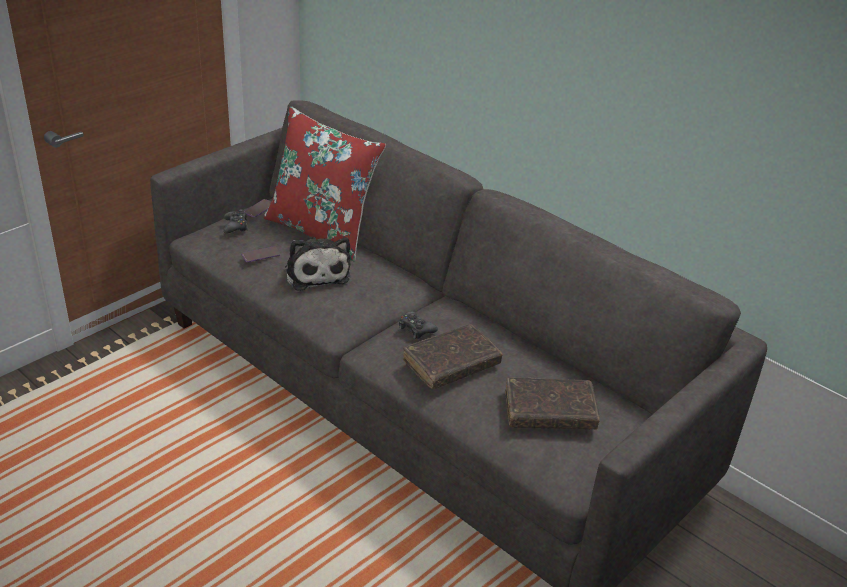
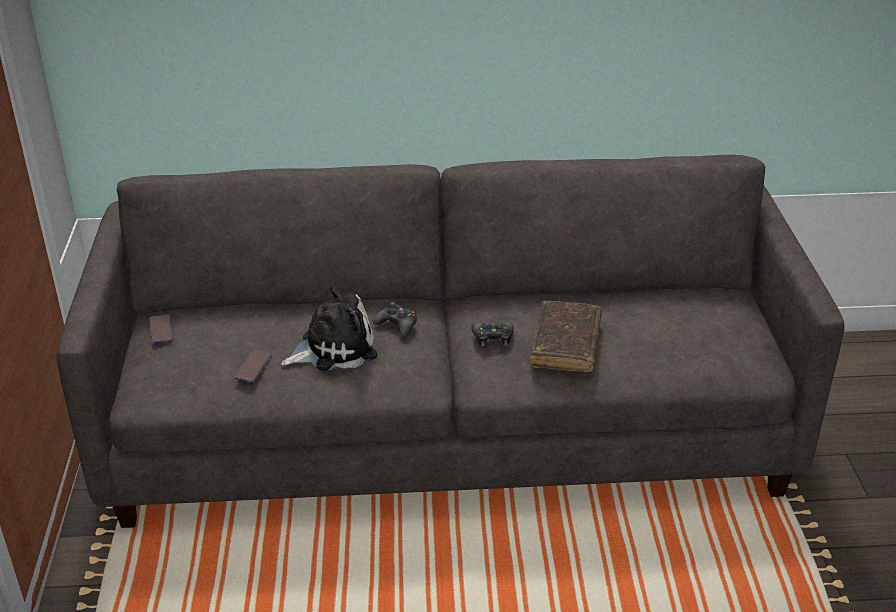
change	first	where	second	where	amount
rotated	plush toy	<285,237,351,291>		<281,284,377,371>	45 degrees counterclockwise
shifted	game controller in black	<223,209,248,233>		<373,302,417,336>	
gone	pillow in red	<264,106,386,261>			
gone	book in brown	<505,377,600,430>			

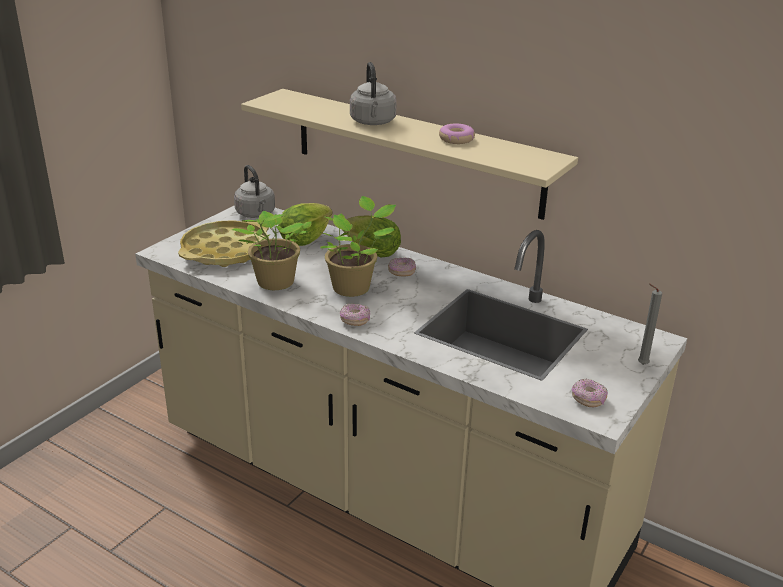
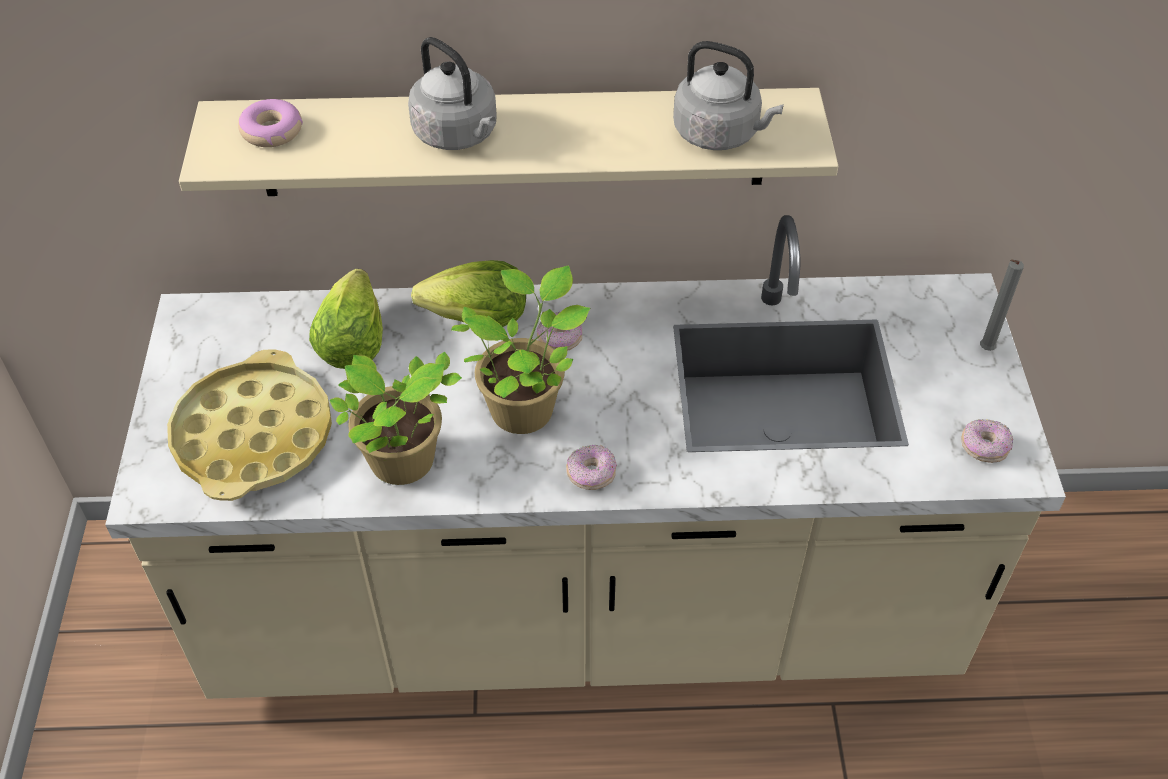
change	first	where	second	where	amount
shifted	donut	<439,124,475,144>		<238,99,303,147>	
shifted	kettle in grey	<234,165,275,218>		<673,41,784,150>	

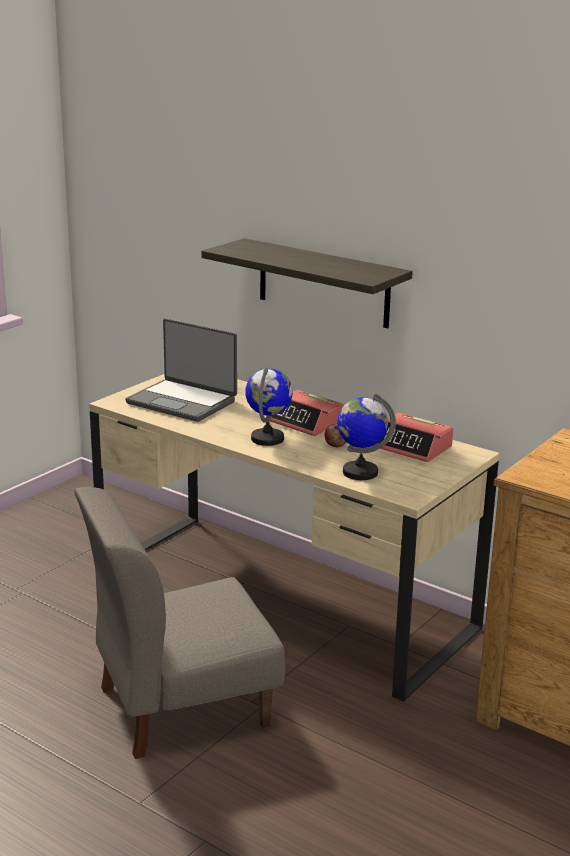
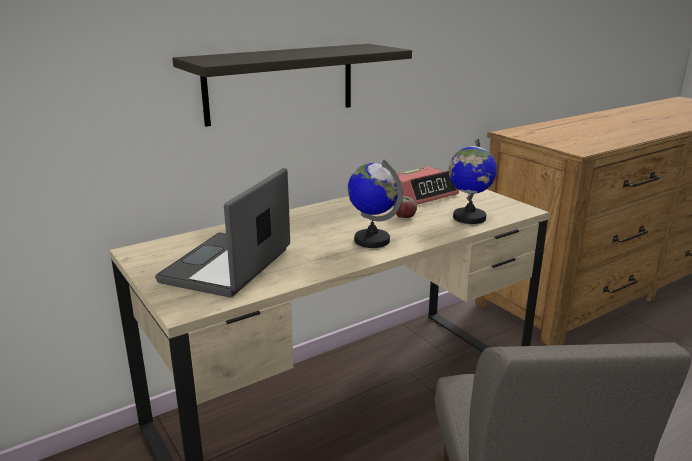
change	first	where	second	where	amount
rotated	laptop	<125,318,237,422>		<155,168,290,297>	150 degrees clockwise
gone	alarm clock	<266,390,344,436>			

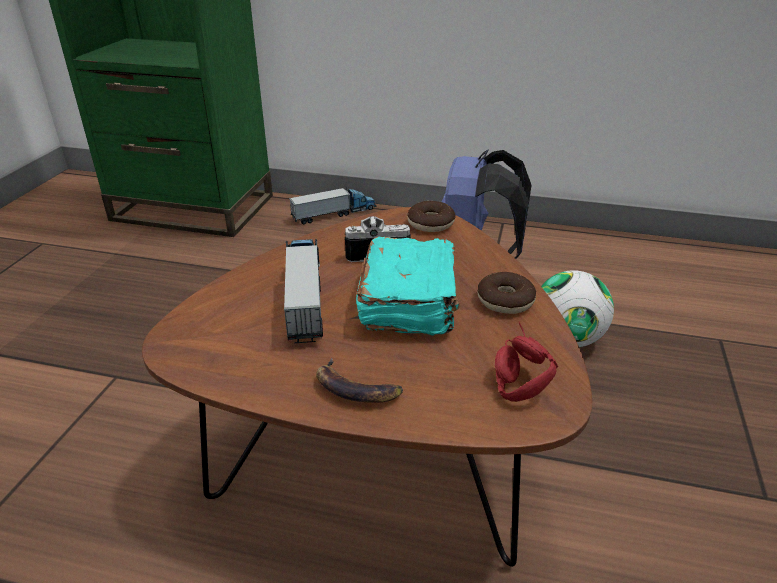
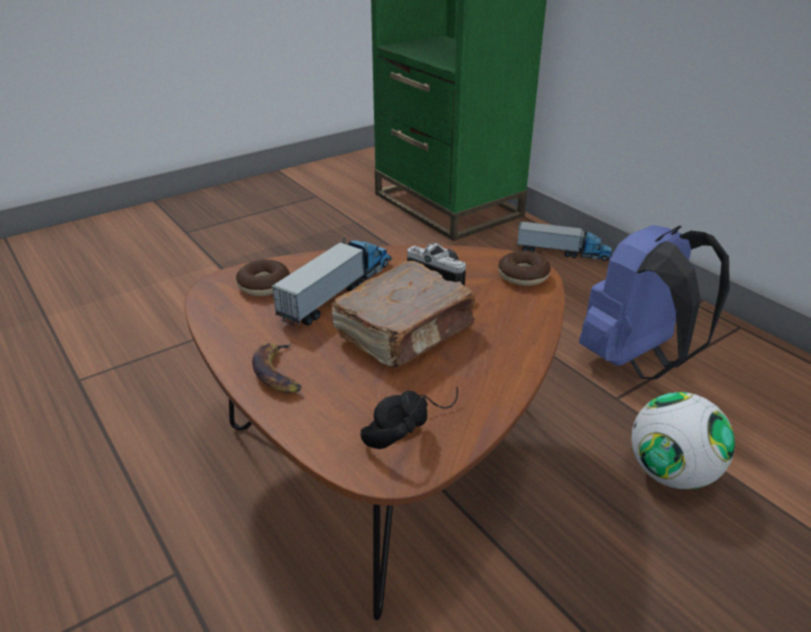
change	first	where	second	where	amount
shifted	donut	<477,272,536,314>		<236,259,290,296>	
repainted	book in turquoise	<356,237,460,336>	book in brown	<331,261,475,368>	
repainted	headphones in red	<495,322,558,402>	headphones in black	<360,387,458,449>	

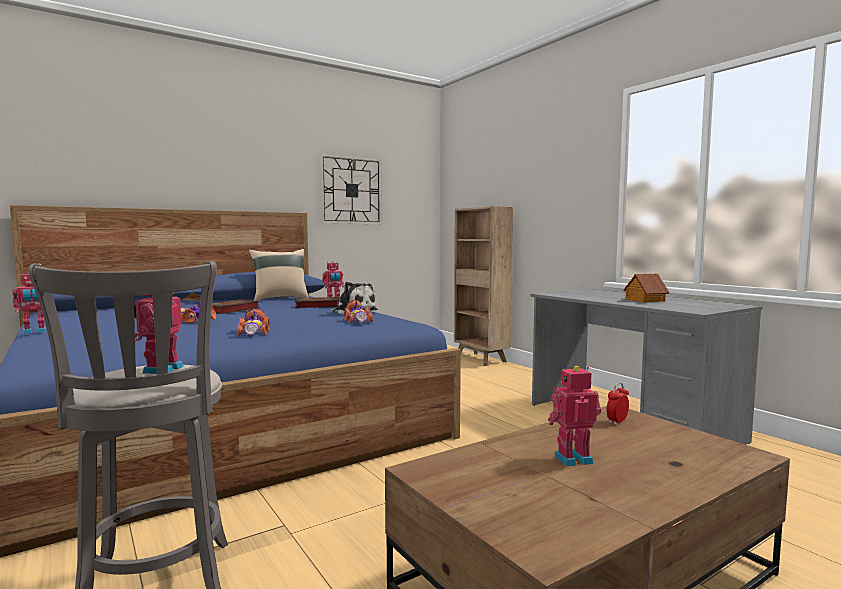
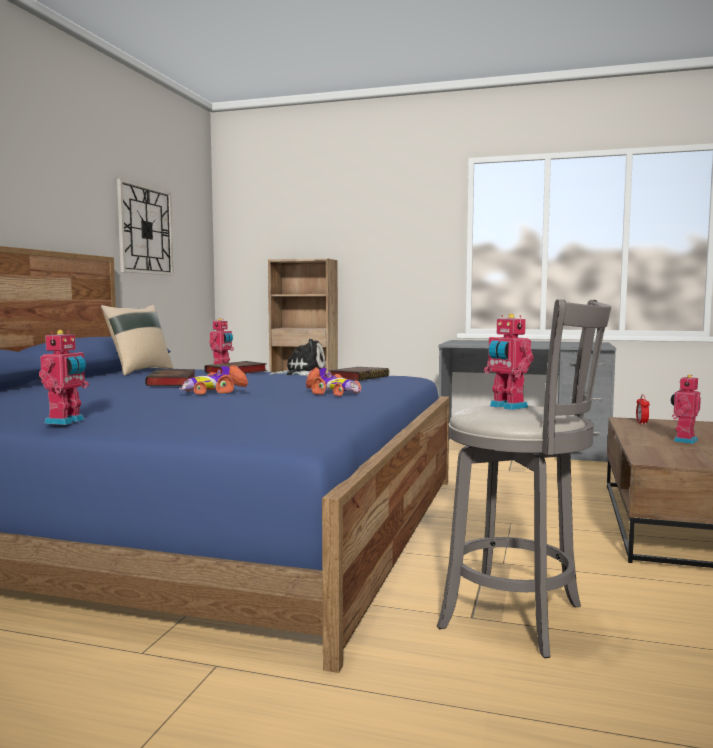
change	first	where	second	where	amount
swapped	toy car	<344,300,373,324>	book	<328,367,389,381>	
gone	toy house	<623,274,670,303>			

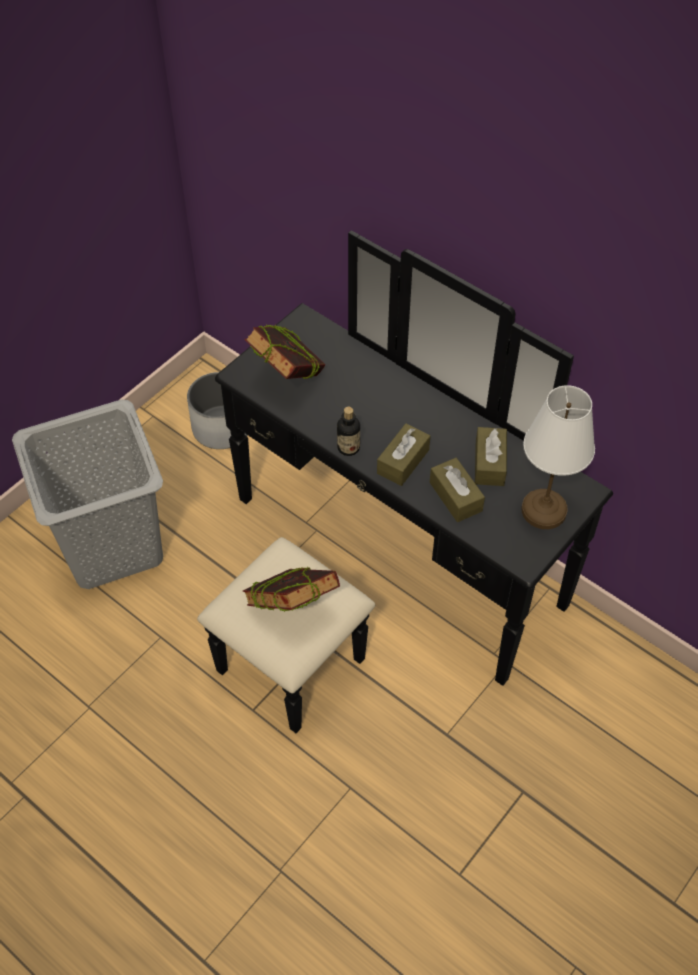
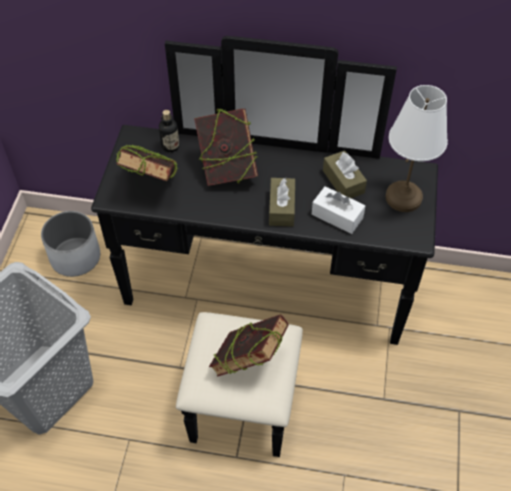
change	first	where	second	where	amount
shifted	bottle	<337,407,360,456>		<159,110,179,152>	
new			book	<194,108,258,186>	
repainted	tissue box in brown	<430,458,485,522>	tissue box in white	<312,186,365,234>	

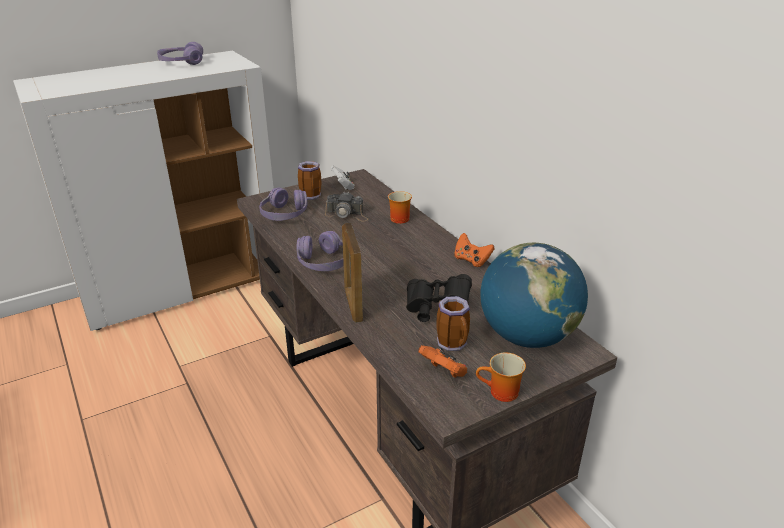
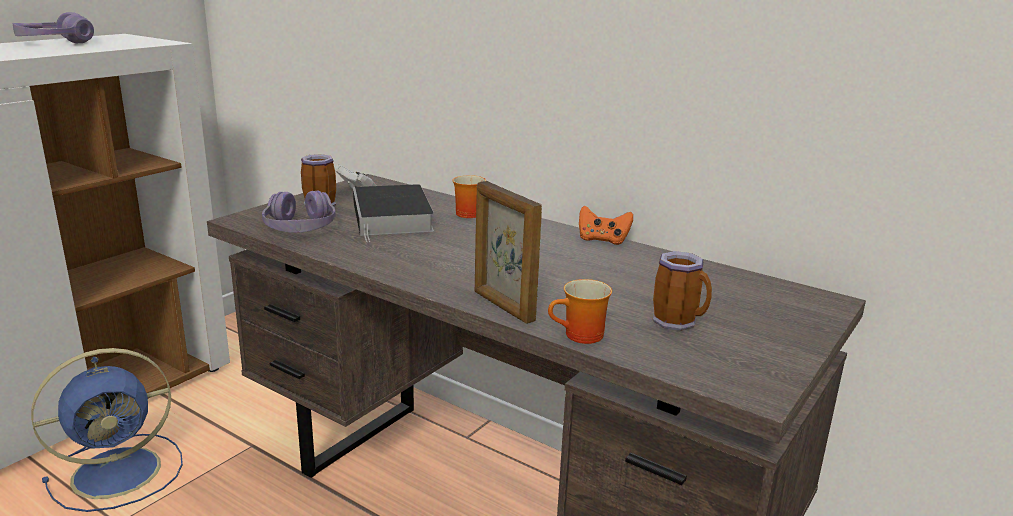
change	first	where	second	where	amount
new			fan in blue	<31,348,183,512>	
swapped	photo camera	<325,191,368,221>	book	<353,184,434,242>	
shifted	mug	<476,353,526,402>		<548,279,612,344>	
gone	headphones in purple	<296,231,344,271>			
gone	binoculars in black	<406,274,472,322>			
gone	game controller in orange	<418,345,467,378>			
gone	globe	<480,243,588,348>			

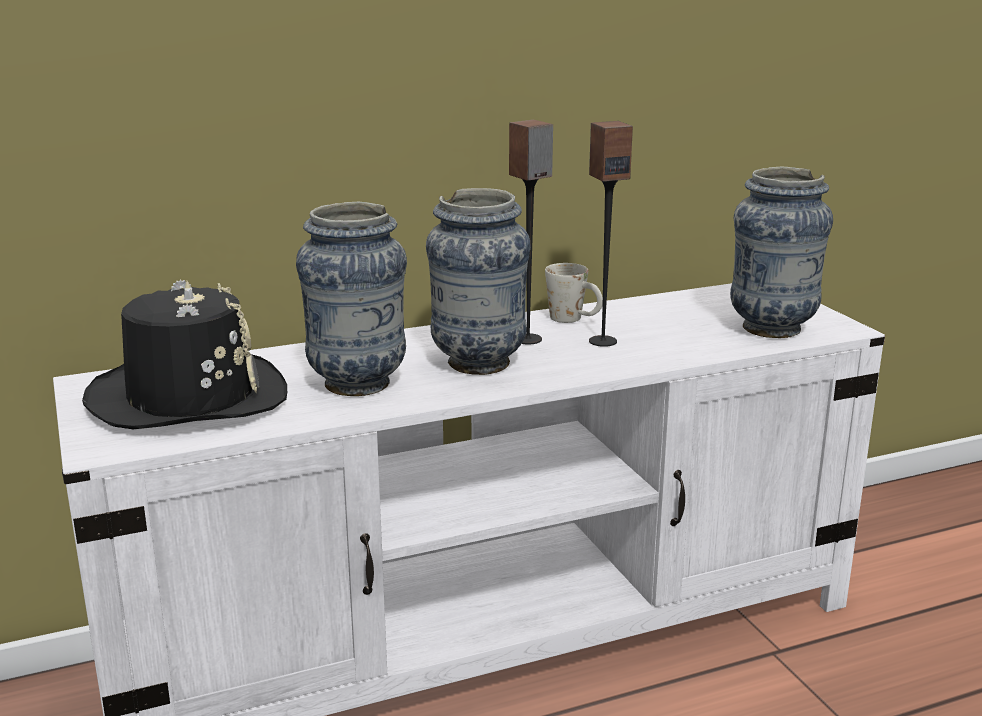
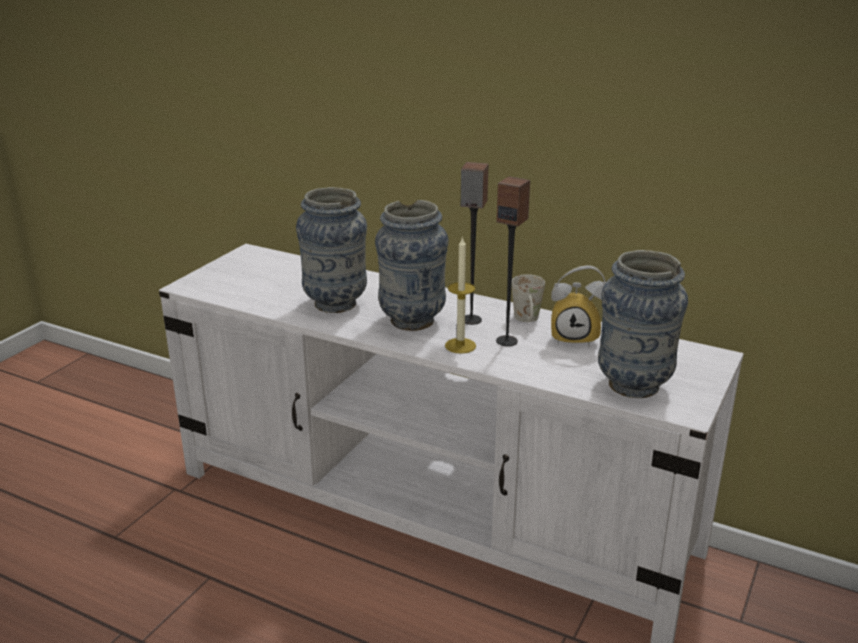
change	first	where	second	where	amount
new			candle	<445,236,476,354>	
new			alarm clock	<551,265,606,347>	
gone	hat in black	<82,280,287,429>			

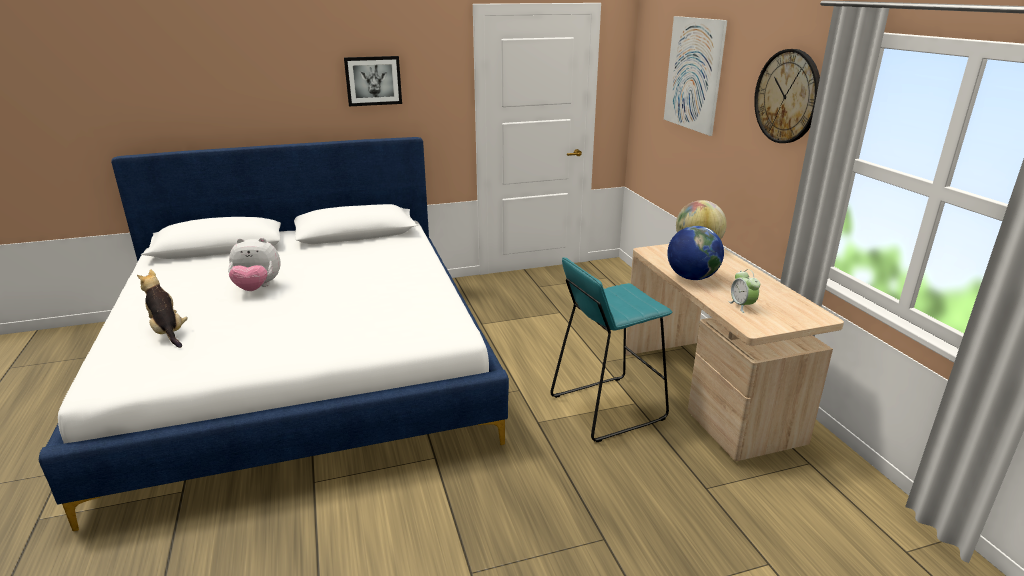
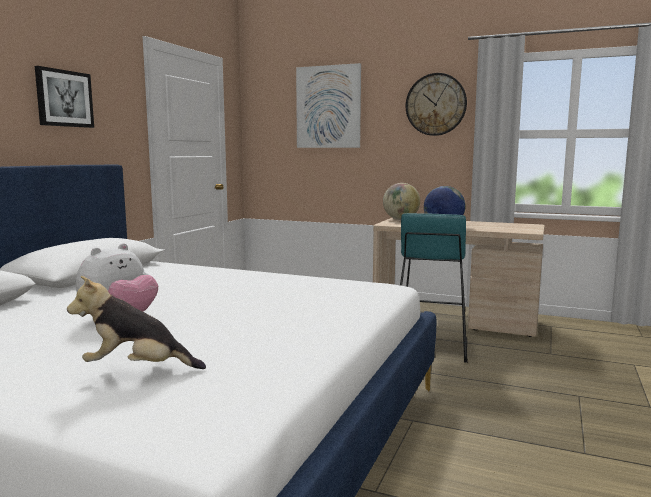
change	first	where	second	where	amount
gone	alarm clock	<728,269,760,313>			

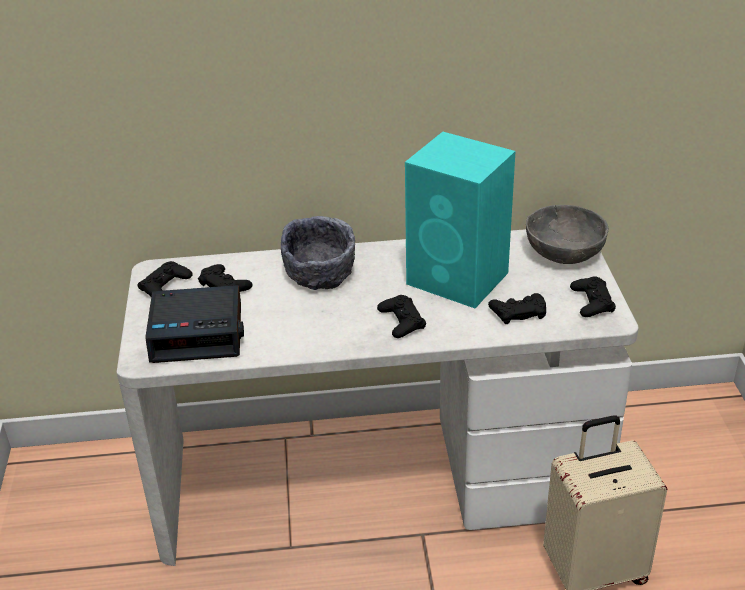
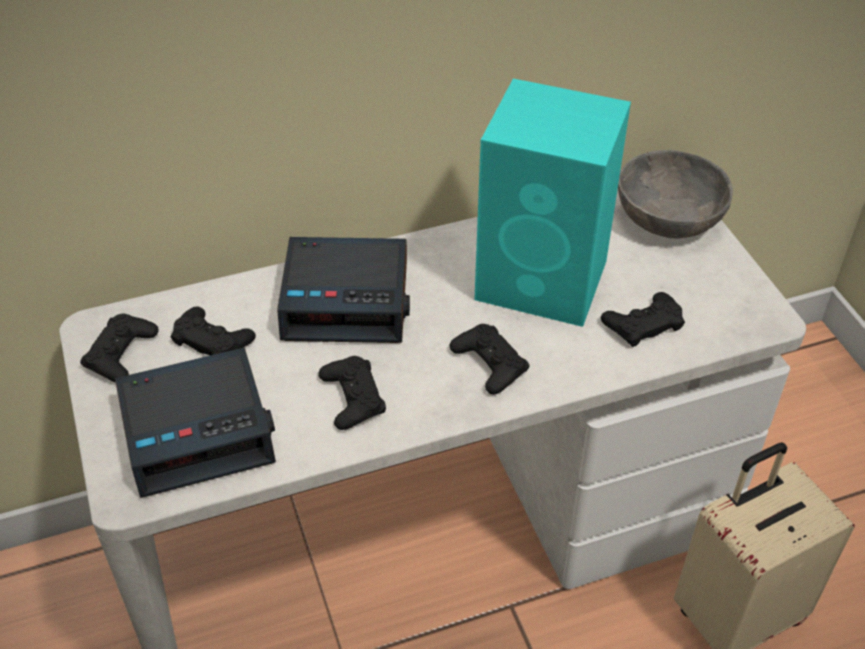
change	first	where	second	where	amount
swapped	bowl in grey	<281,216,355,290>	alarm clock	<277,237,410,343>	
shifted	game controller in black	<570,276,616,317>		<318,356,386,430>	

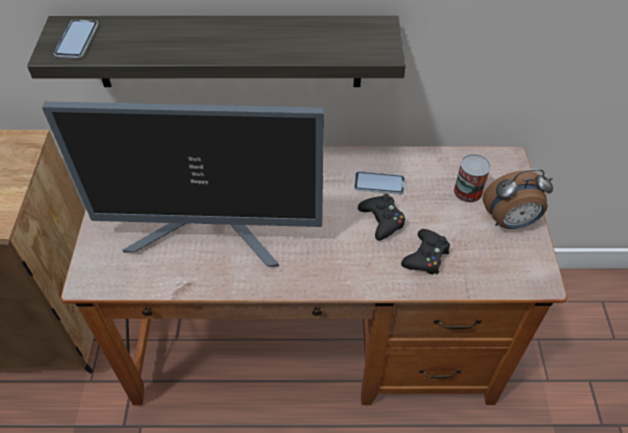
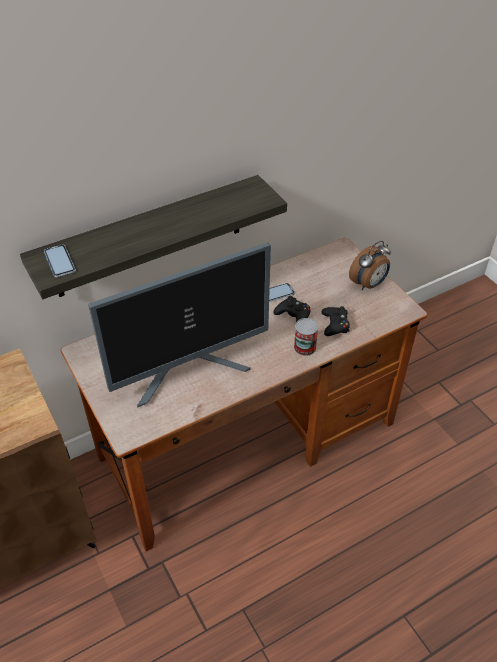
change	first	where	second	where	amount
shifted	can	<454,154,491,203>		<294,318,318,356>	

